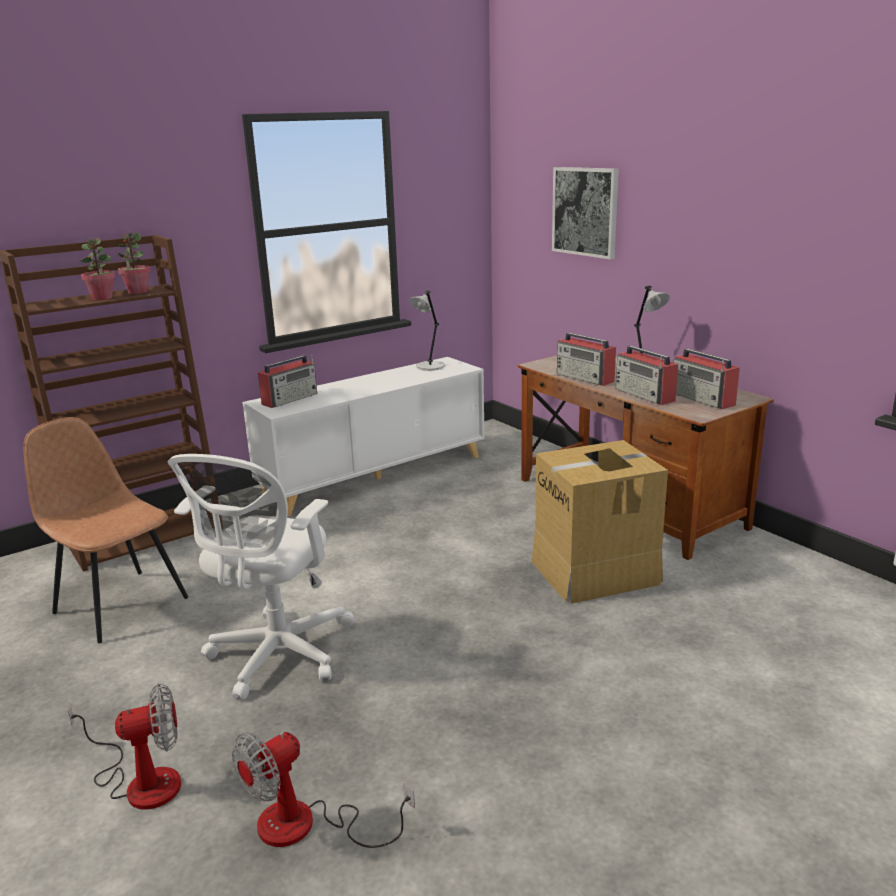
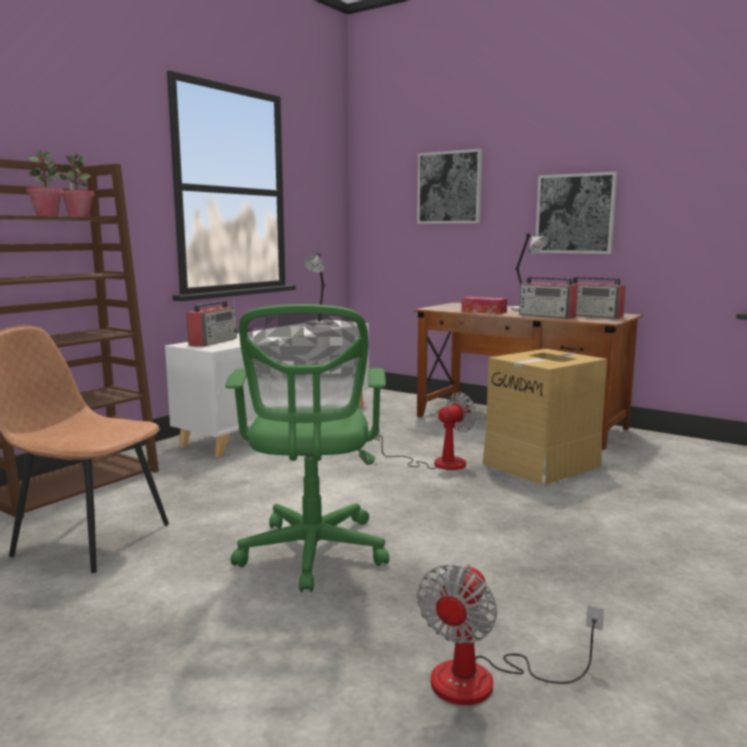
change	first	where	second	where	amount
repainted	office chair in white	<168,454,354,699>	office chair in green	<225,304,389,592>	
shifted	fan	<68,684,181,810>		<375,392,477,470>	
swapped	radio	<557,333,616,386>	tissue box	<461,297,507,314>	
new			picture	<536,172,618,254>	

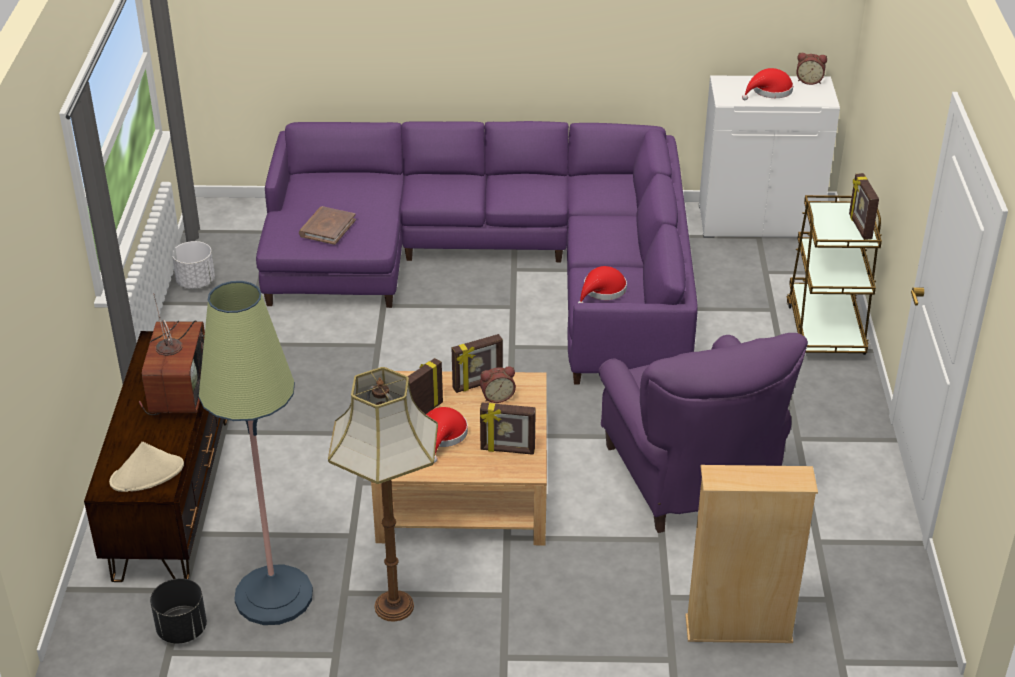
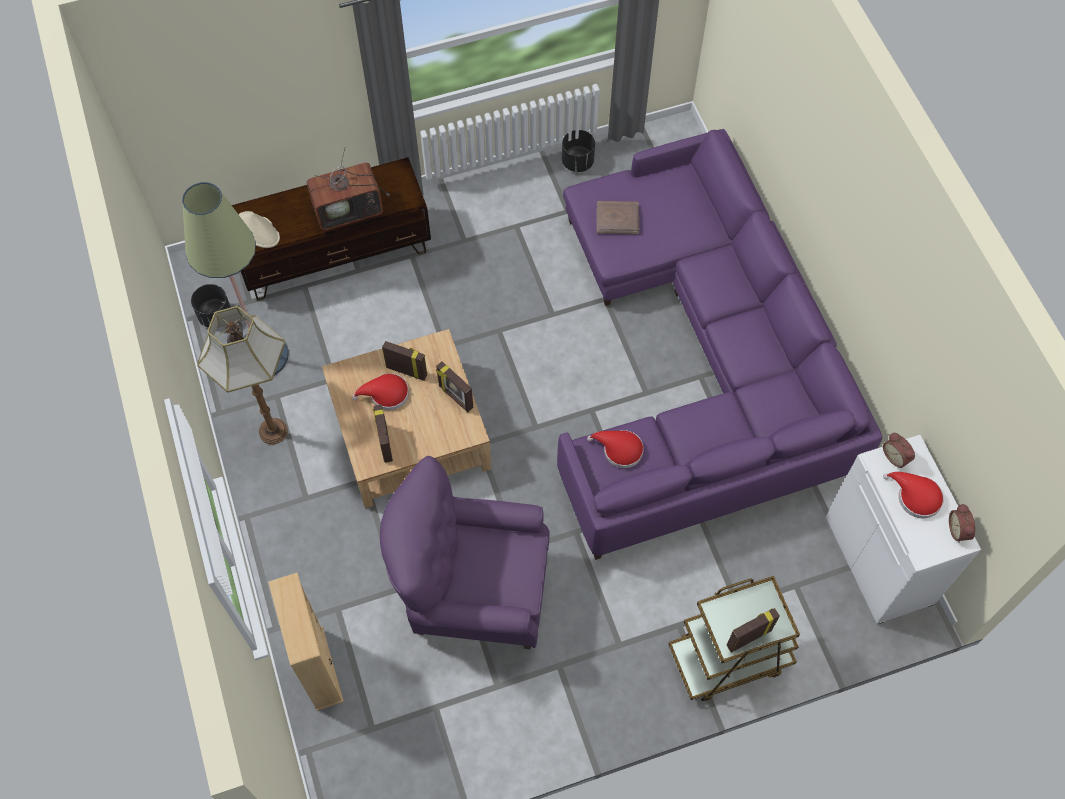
change	first	where	second	where	amount
rotated	armchair in purple	<599,333,808,533>		<380,456,550,649>	45 degrees clockwise
repainted	planter in white	<172,241,215,289>	planter in black	<562,130,595,172>	
shifted	alarm clock	<480,366,516,403>		<883,433,915,468>	

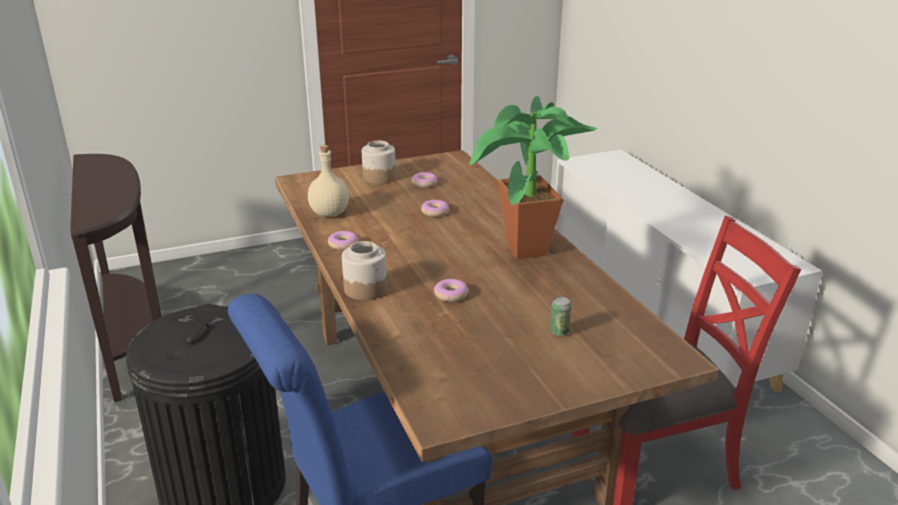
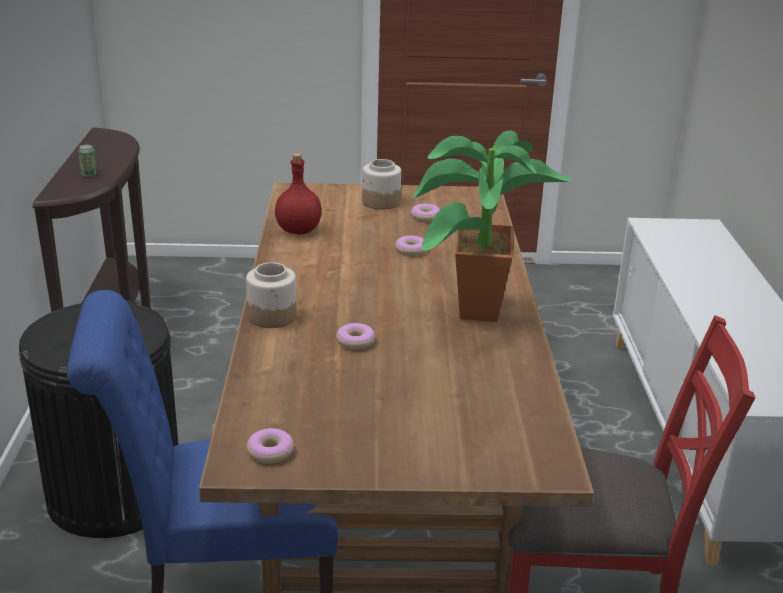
change	first	where	second	where	amount
shifted	can	<550,297,571,336>		<78,145,97,177>	
shifted	donut	<328,231,358,250>		<247,428,294,463>	
repainted	bottle in beige	<308,145,349,217>	bottle in red	<275,153,322,234>	

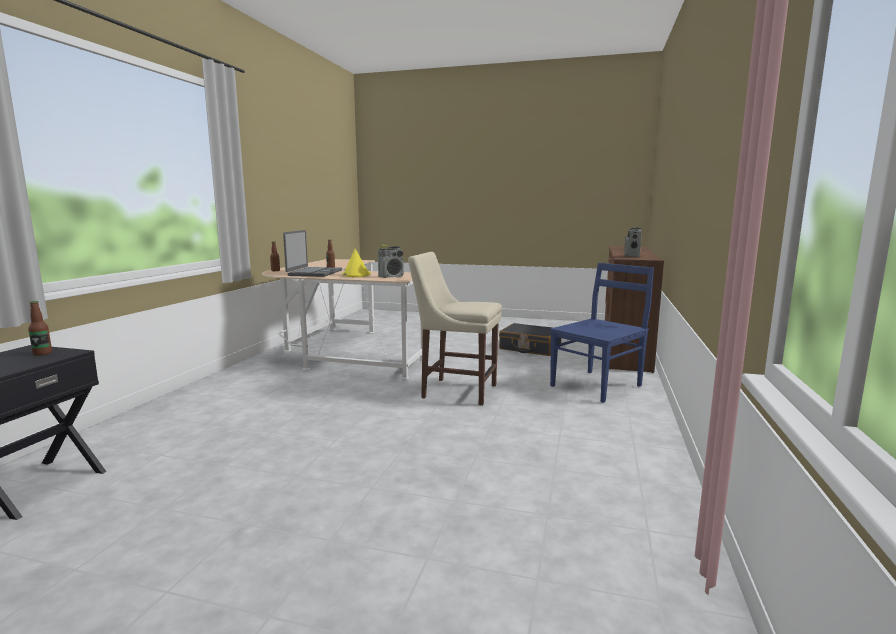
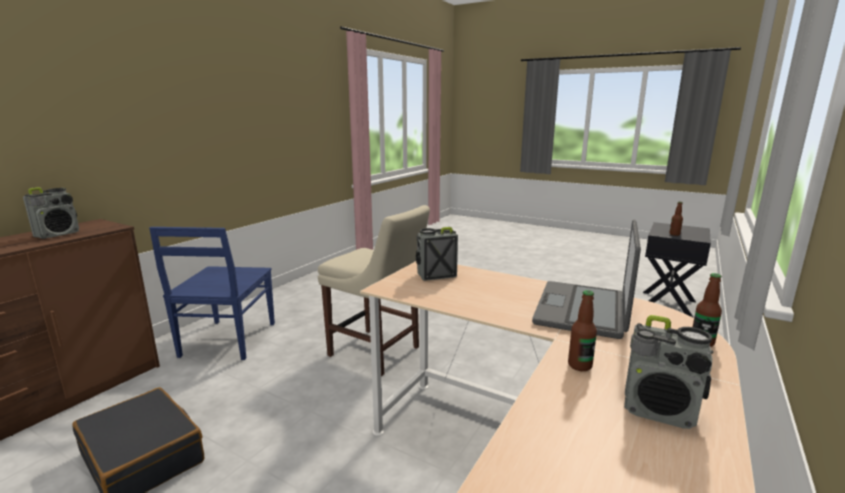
change	first	where	second	where	amount
rotated	chair in blue	<550,263,654,403>		<149,227,275,360>	60 degrees counterclockwise
new			radio	<624,315,714,429>	
gone	hat in yellow	<342,249,371,277>			

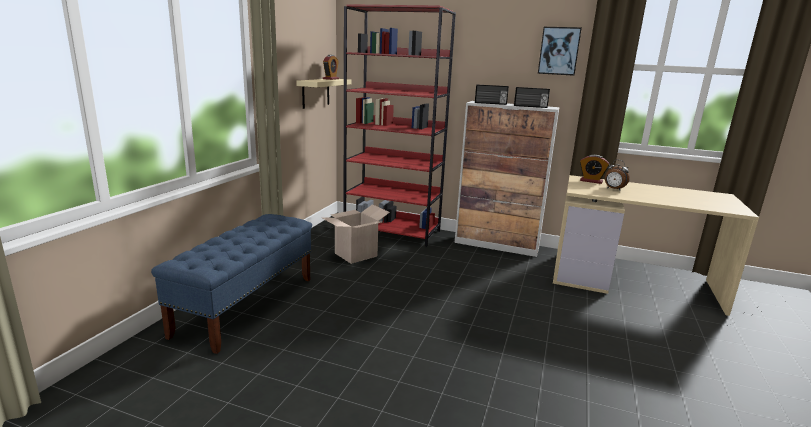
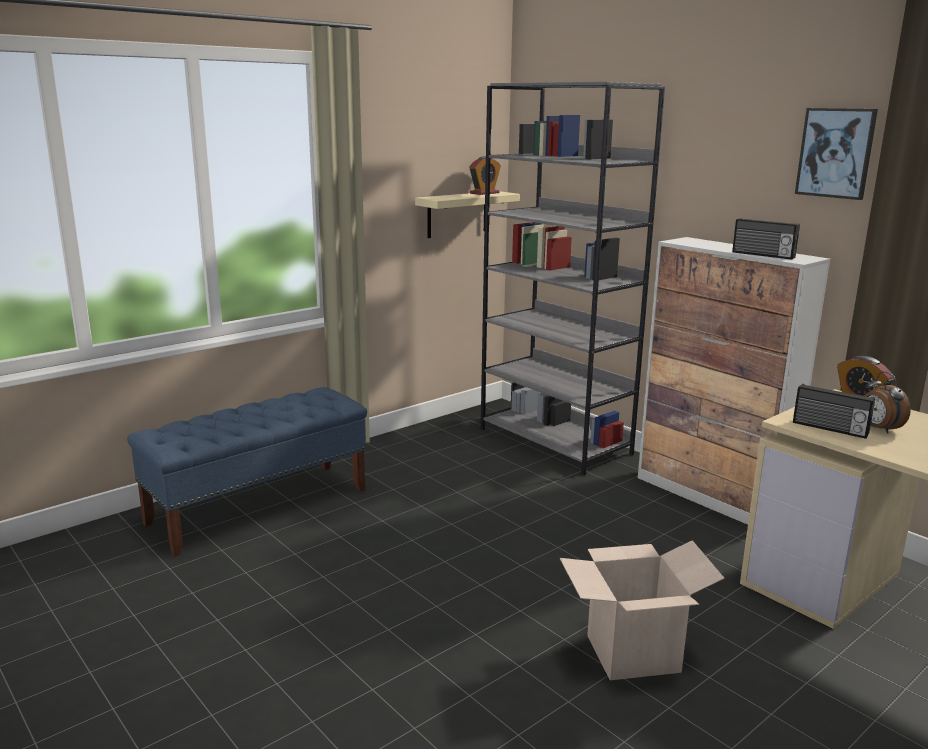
change	first	where	second	where	amount
repainted	bookcase in red	<344,4,456,246>	bookcase in grey	<481,82,665,475>	
shifted	cardboard box	<321,204,390,264>		<559,540,725,680>	
shifted	radio	<475,84,509,105>		<793,384,875,439>	

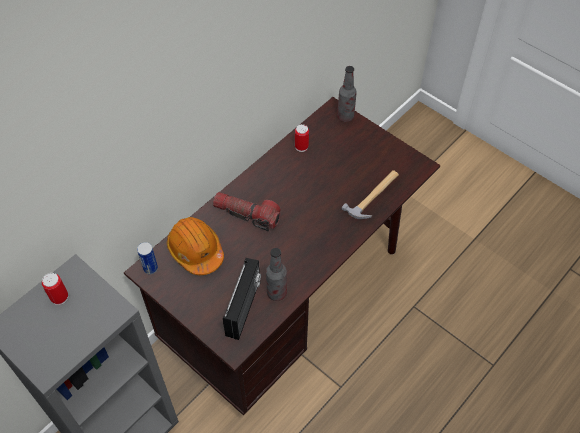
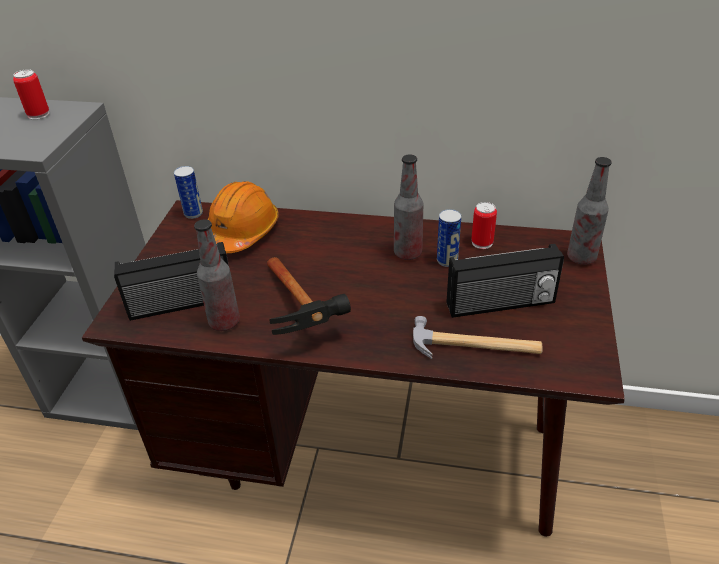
change	first	where	second	where	amount
new			hammer	<267,257,351,335>	
new			bottle	<394,154,423,260>	
new			can	<437,209,461,267>	
new			radio	<446,244,564,318>	
gone	flashlight	<213,192,281,231>			

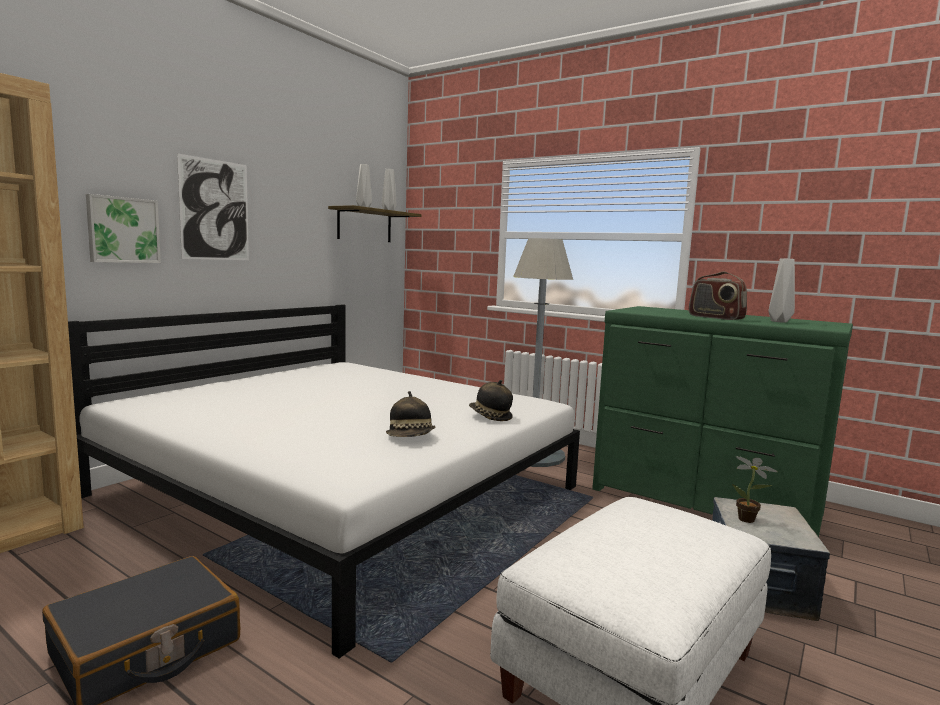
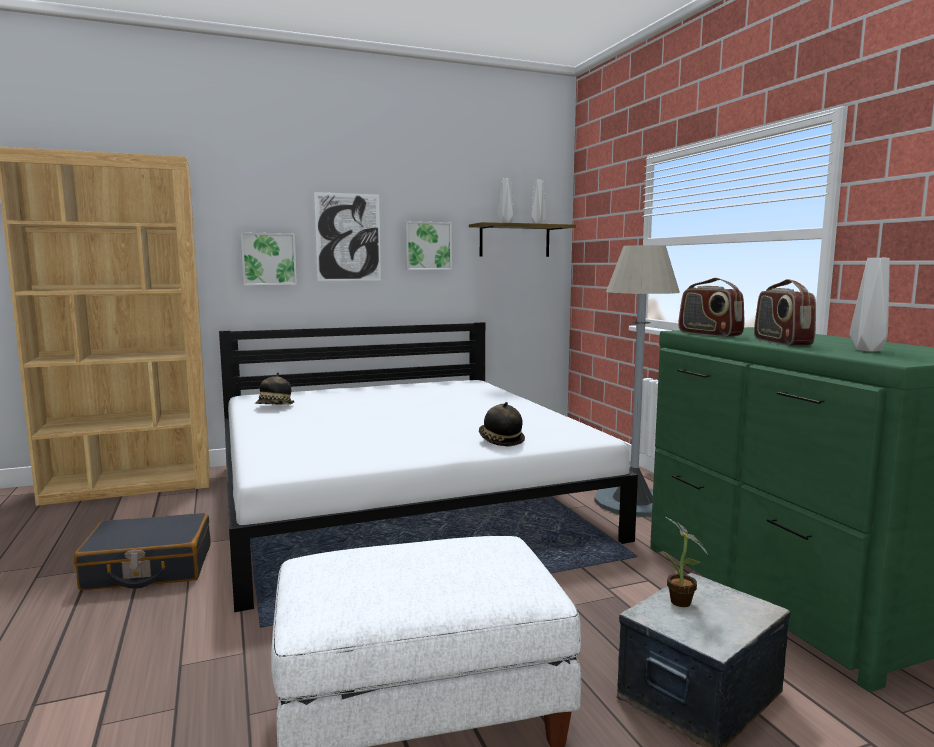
change	first	where	second	where	amount
shifted	hat	<386,391,436,437>		<255,373,294,405>	
new			picture	<405,221,452,270>	
new			radio	<678,278,745,337>	

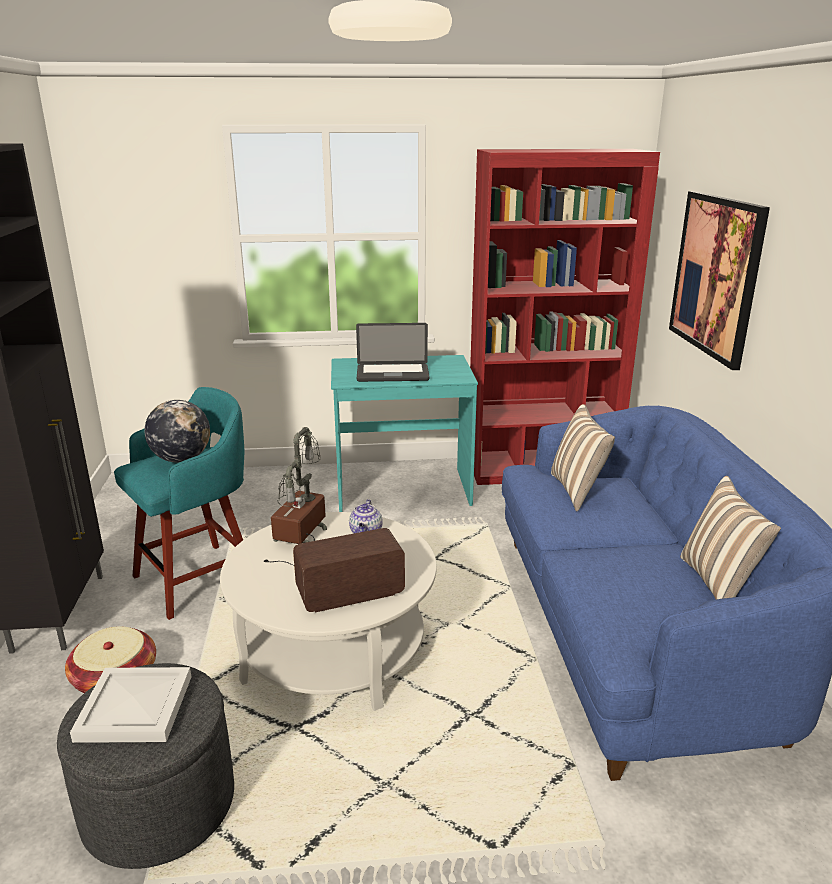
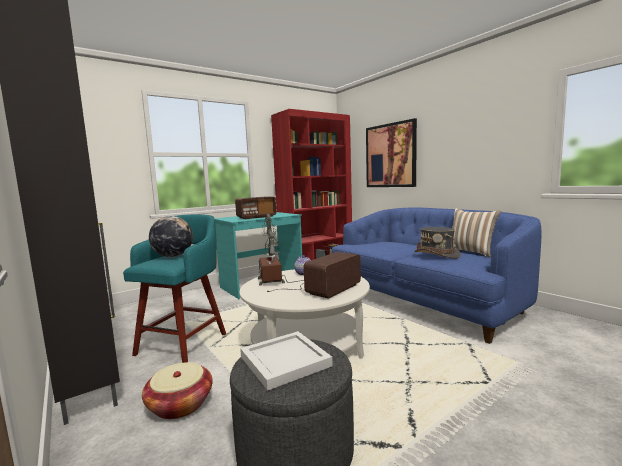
change	first	where	second	where	amount
swapped	laptop	<356,323,430,382>	radio	<235,196,276,219>	
new			hat in grey	<414,227,461,259>	
gone	pillow	<551,404,615,511>			

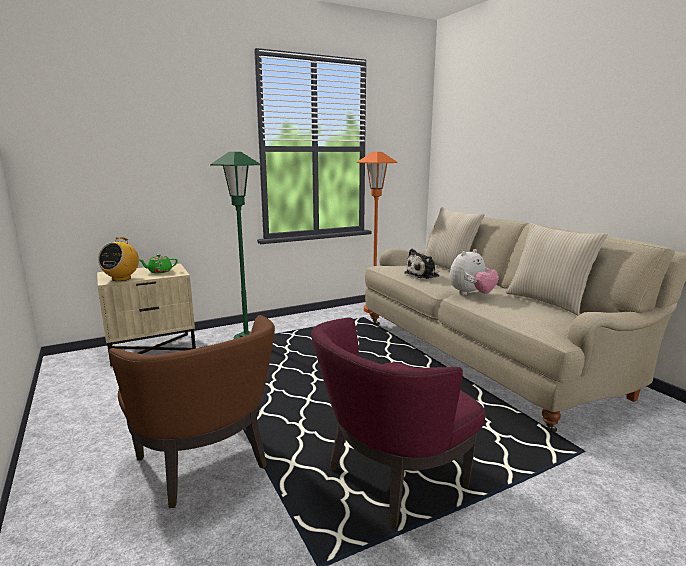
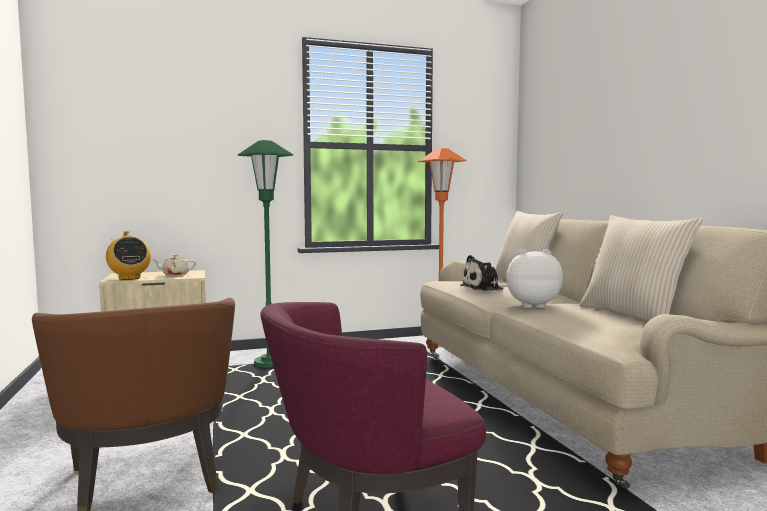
change	first	where	second	where	amount
rotated	radio	<98,237,139,281>		<106,231,151,280>	60 degrees counterclockwise
repainted	teapot in green	<139,254,178,273>	teapot in beige	<152,254,196,276>	
rotated	plush toy	<449,249,499,295>		<506,249,563,308>	150 degrees counterclockwise

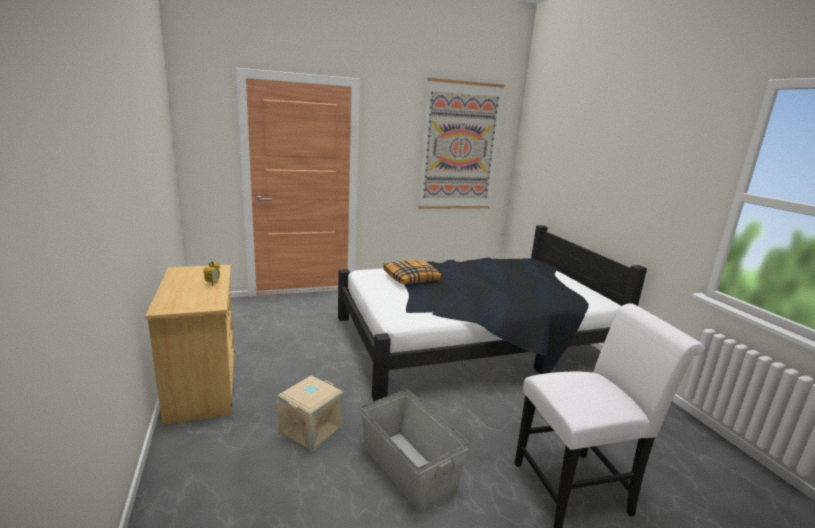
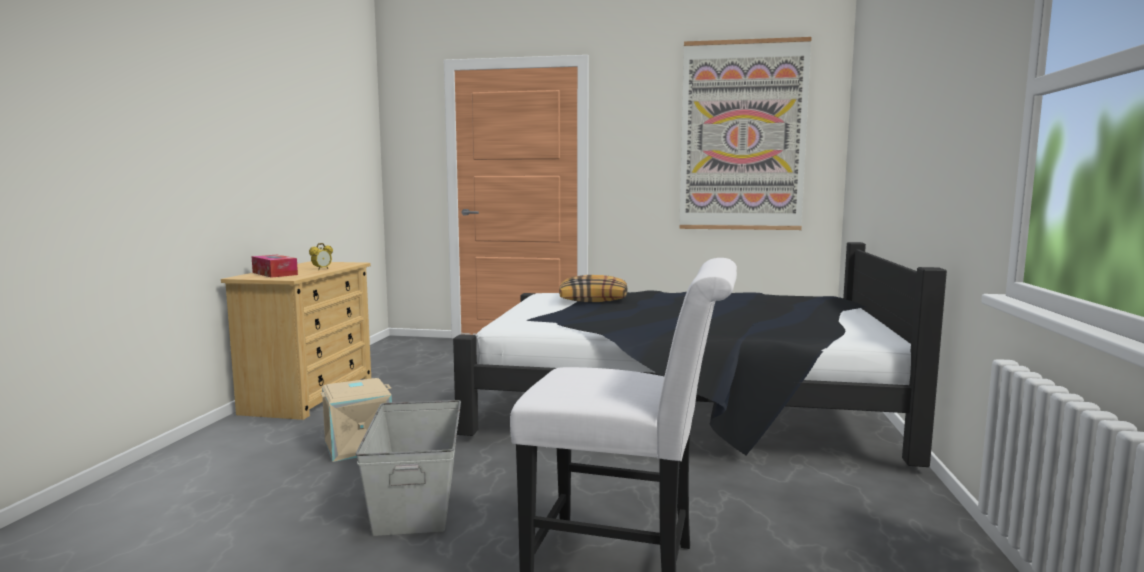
change	first	where	second	where	amount
new			tissue box	<251,255,298,278>	

